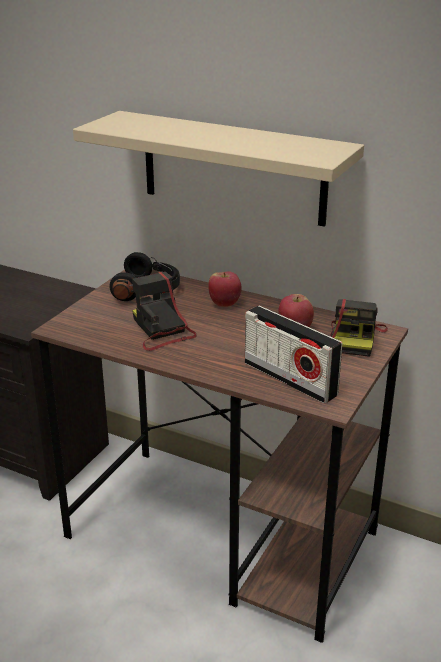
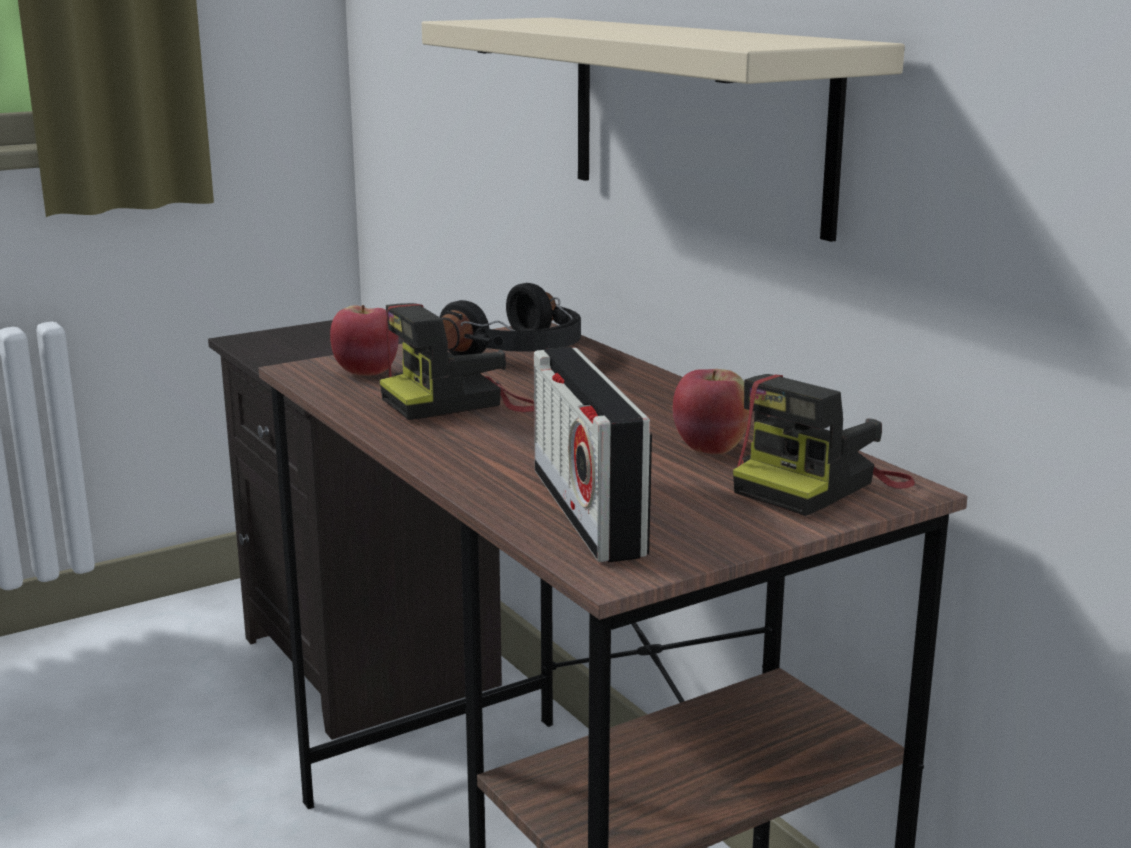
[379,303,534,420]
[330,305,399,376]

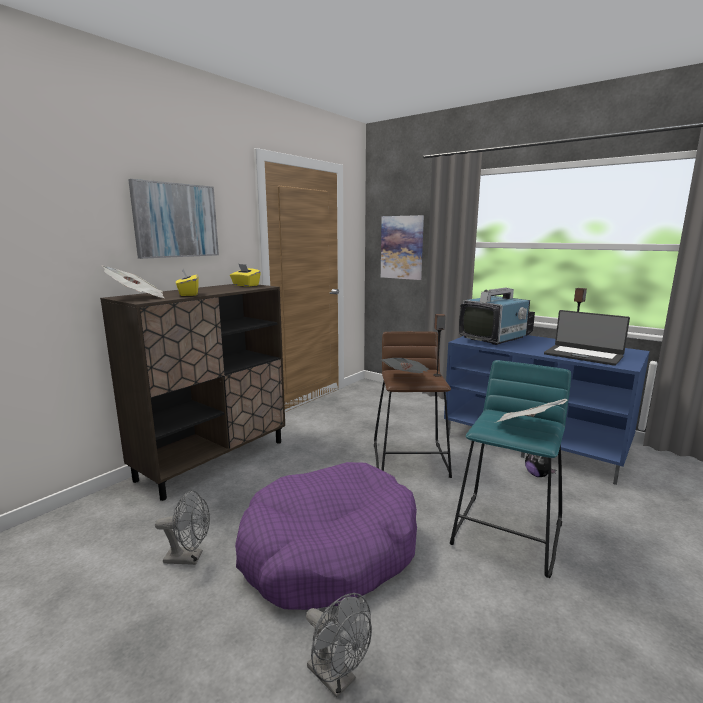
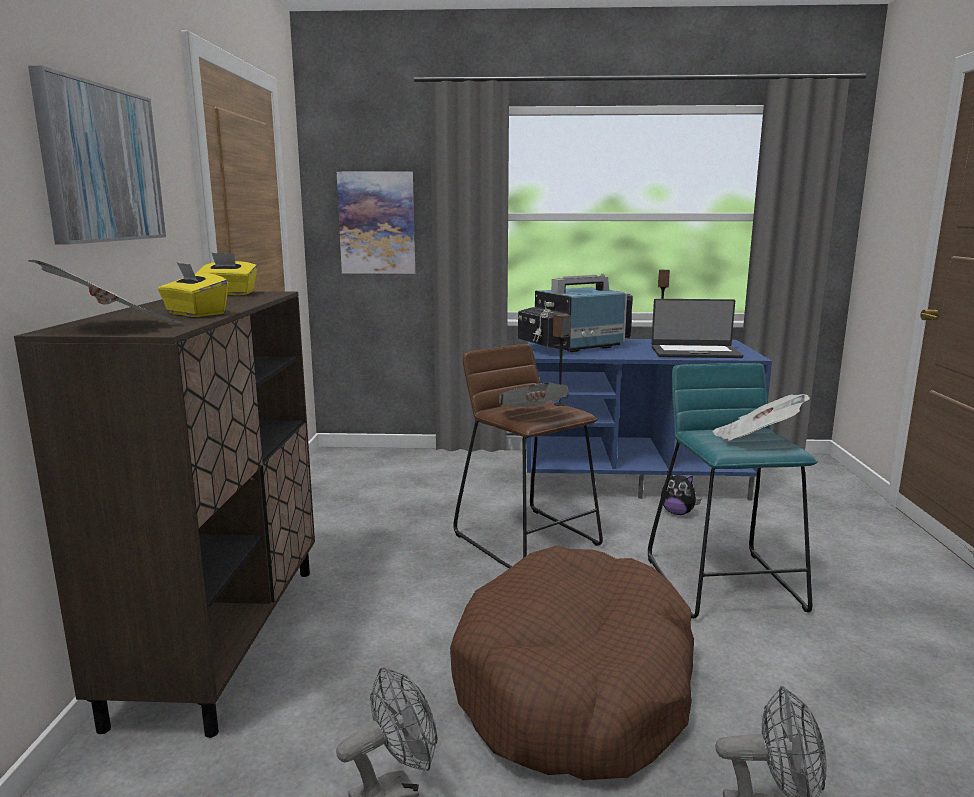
[450,546,694,780]
[518,274,633,352]

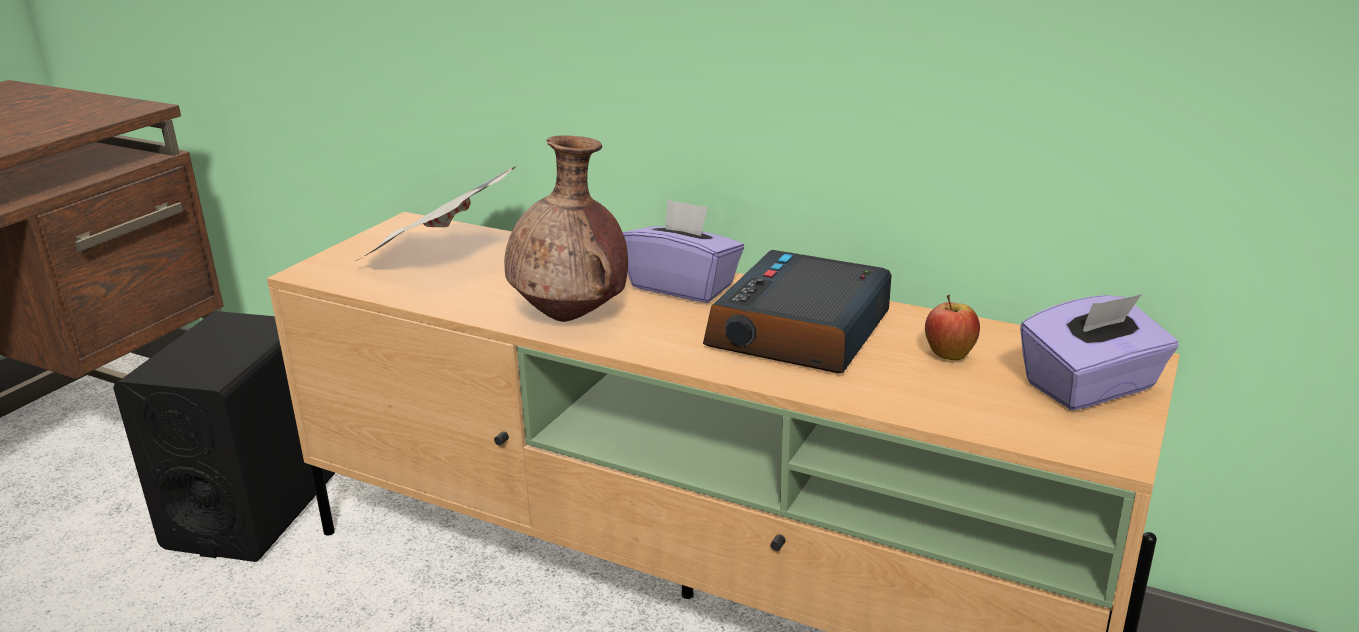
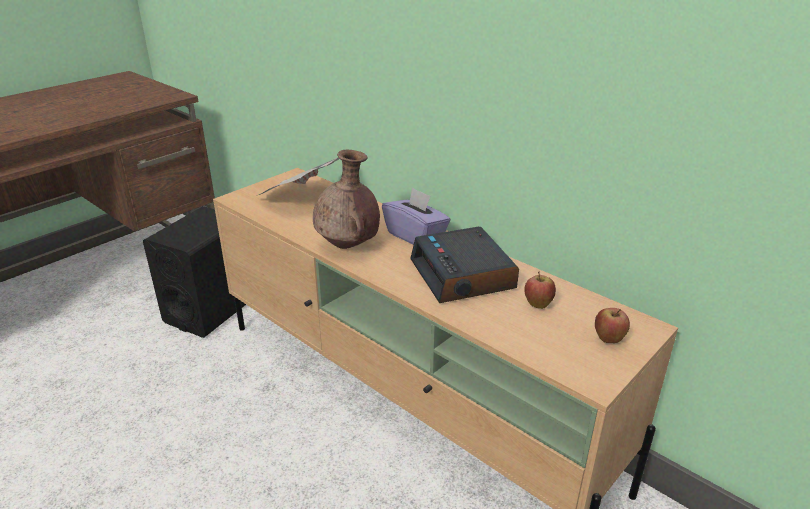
[410,227,519,303]
[595,308,630,343]

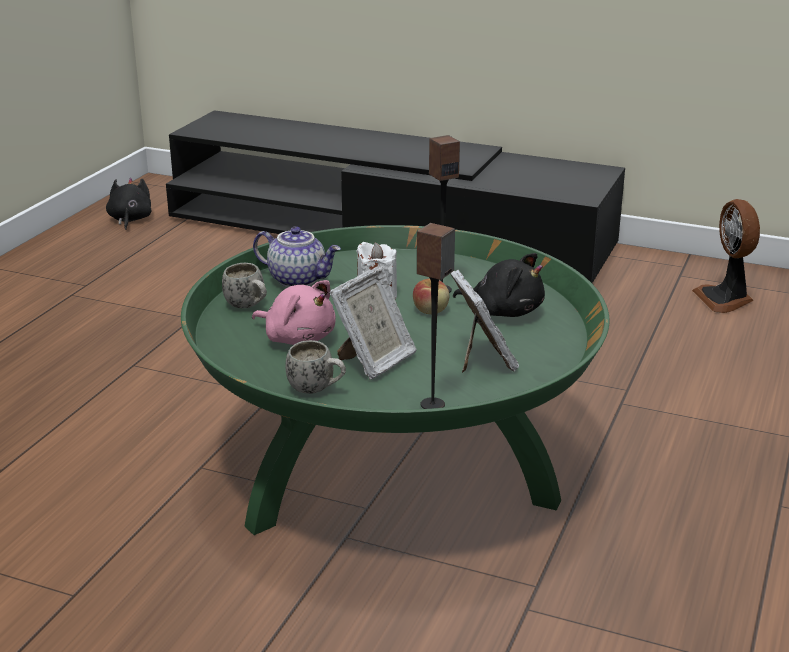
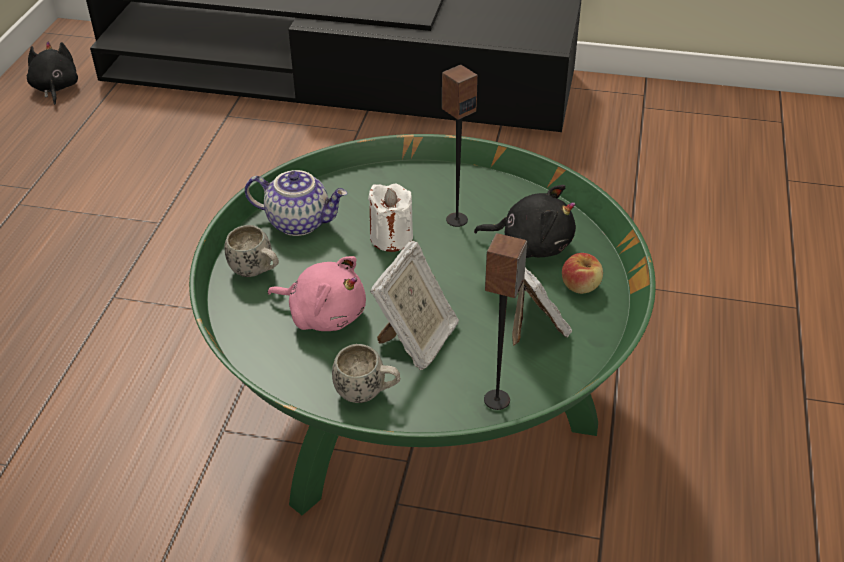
[562,253,603,294]
[692,199,760,313] (first image)

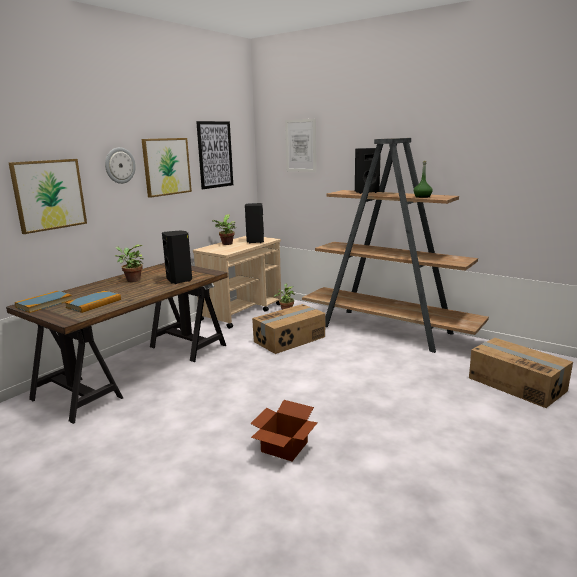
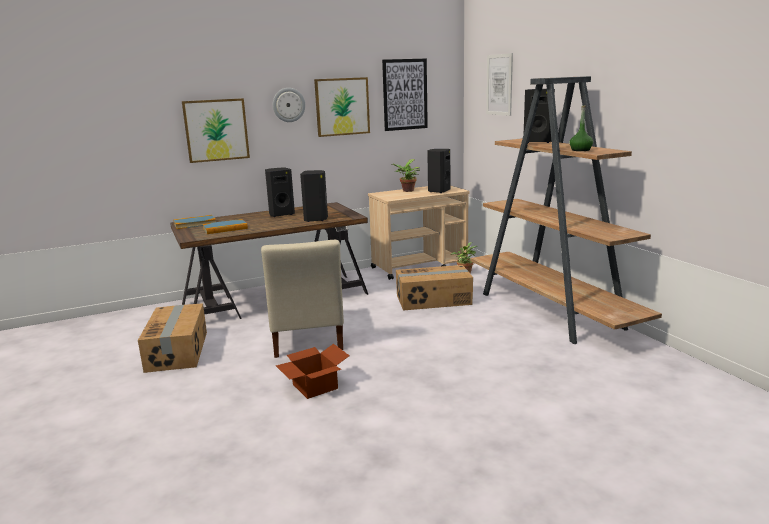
[265,168,295,217]
[138,303,207,373]
[261,240,344,358]

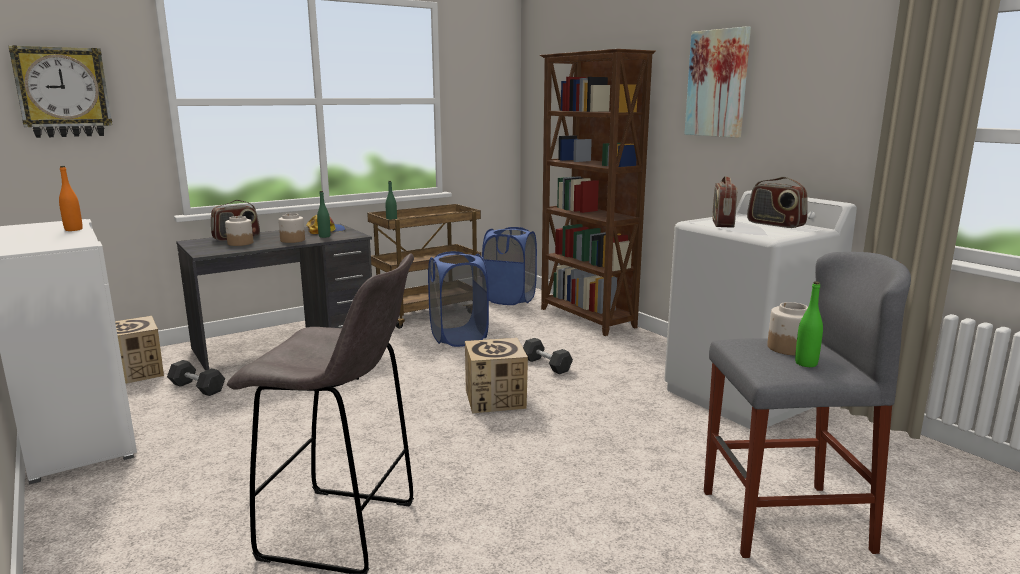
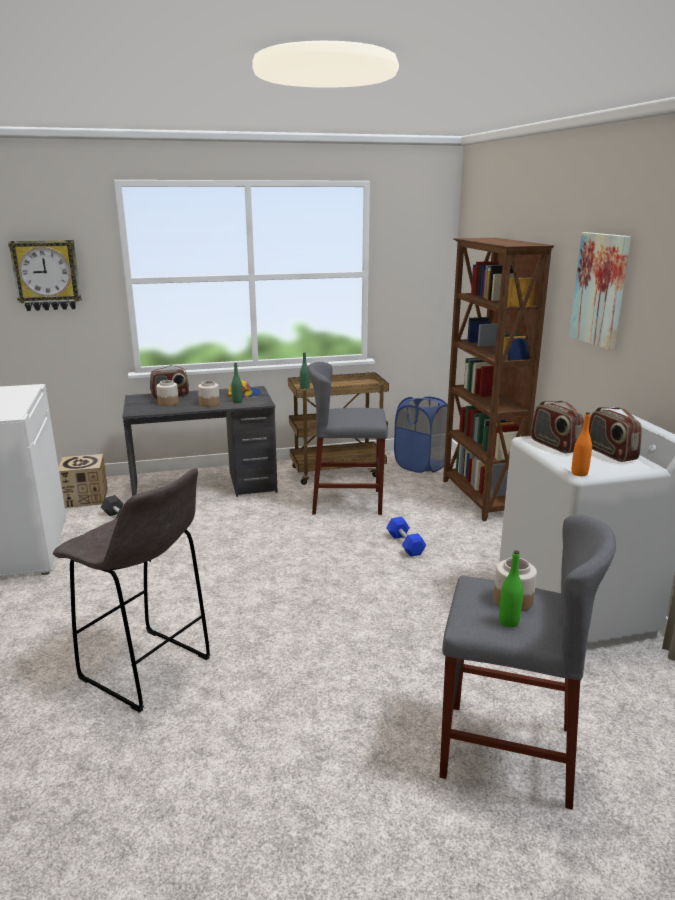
[572,412,592,476]
[308,362,388,515]
[465,338,528,413] (first image)
[386,517,426,557]
[531,401,584,454]

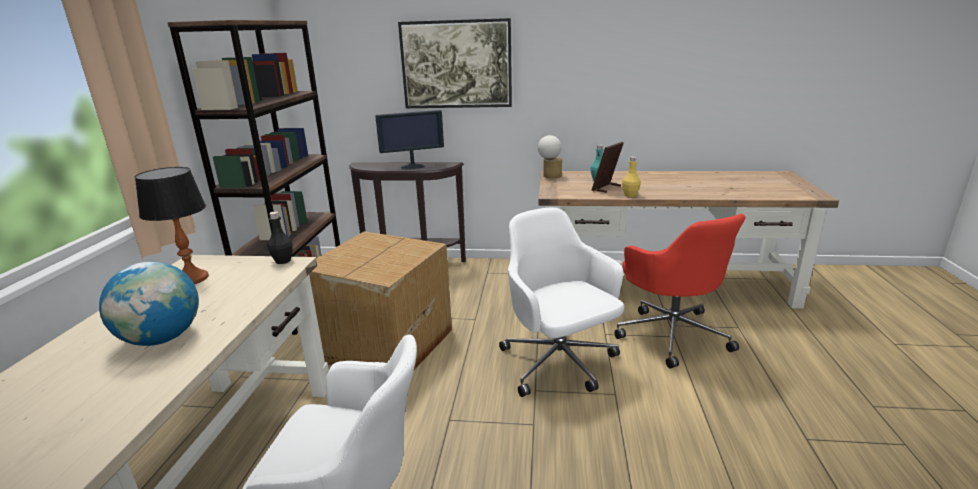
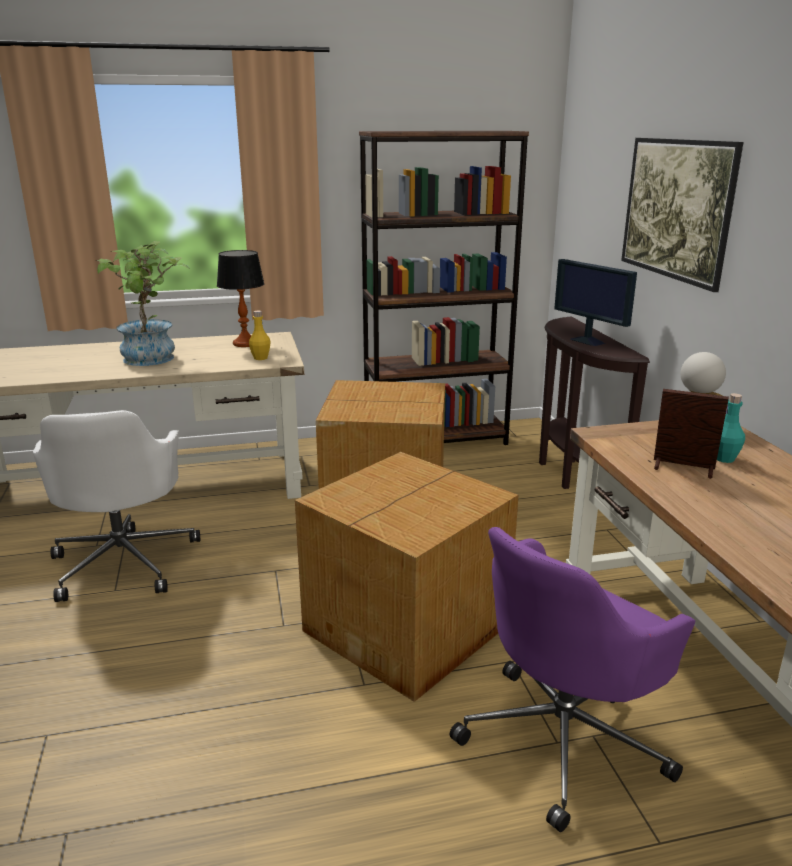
[96,241,190,366]
[267,211,293,264] (first image)
[295,452,518,702]
[450,527,695,832]
[249,311,271,360]

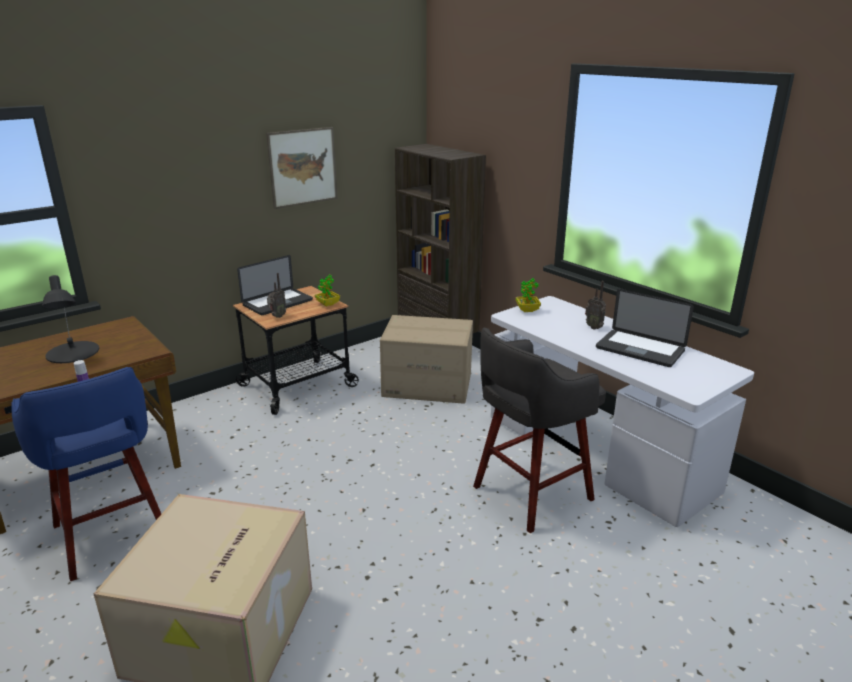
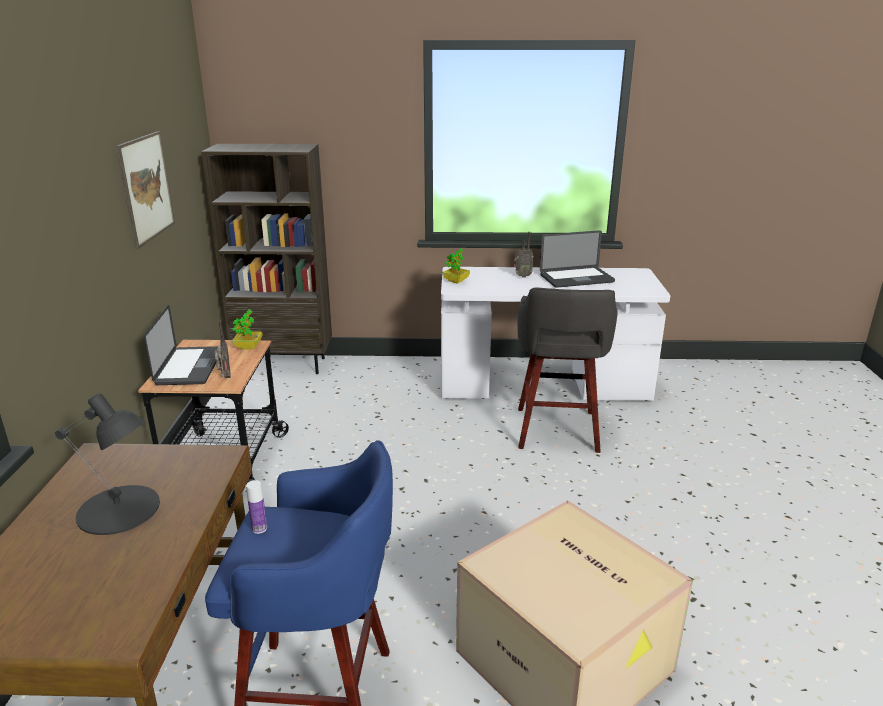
[380,315,473,404] (first image)

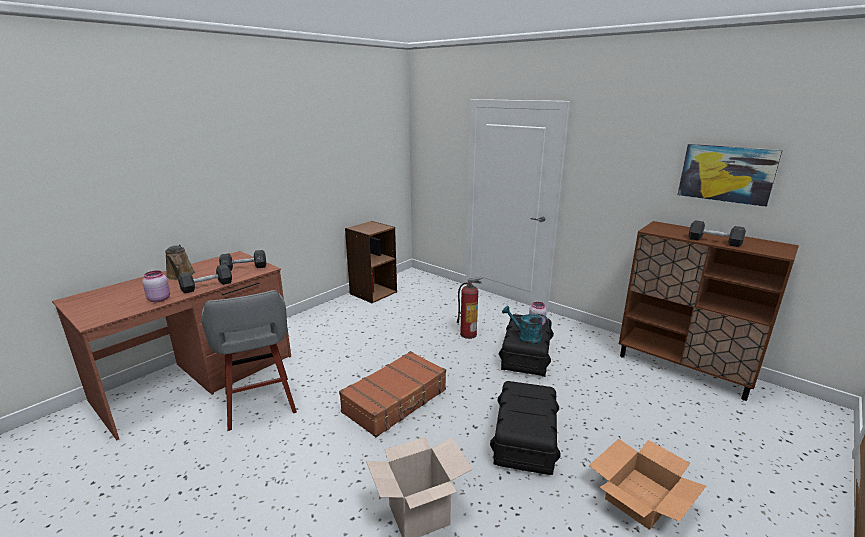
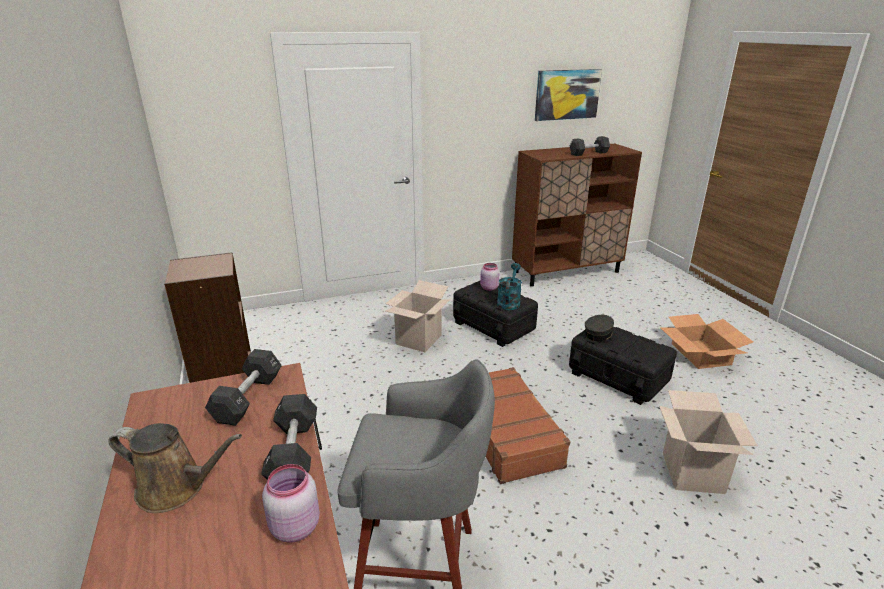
[385,280,450,352]
[497,263,522,310]
[585,315,616,341]

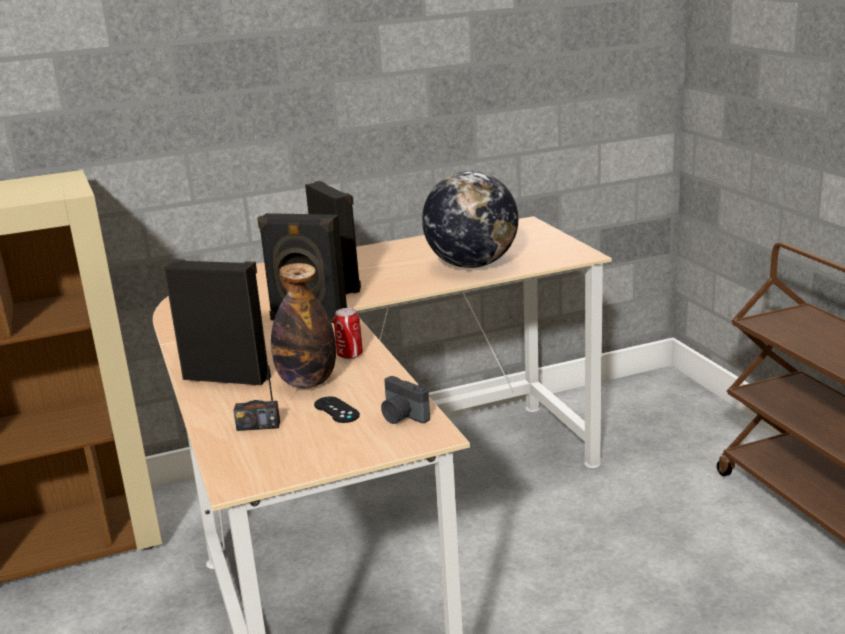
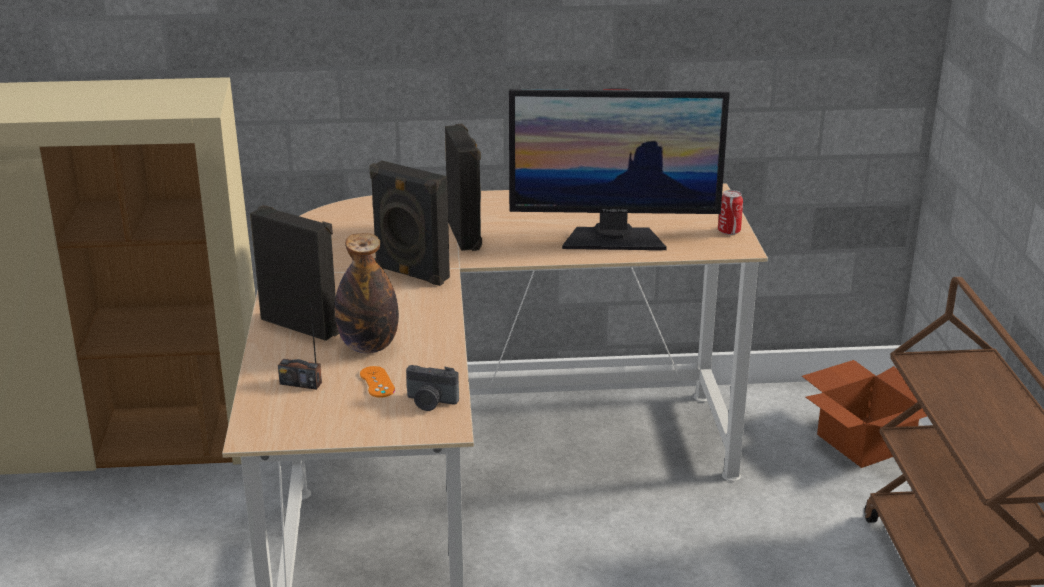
[360,366,395,398]
[718,190,743,235]
[406,365,459,411]
[509,88,730,250]
[802,360,927,468]

